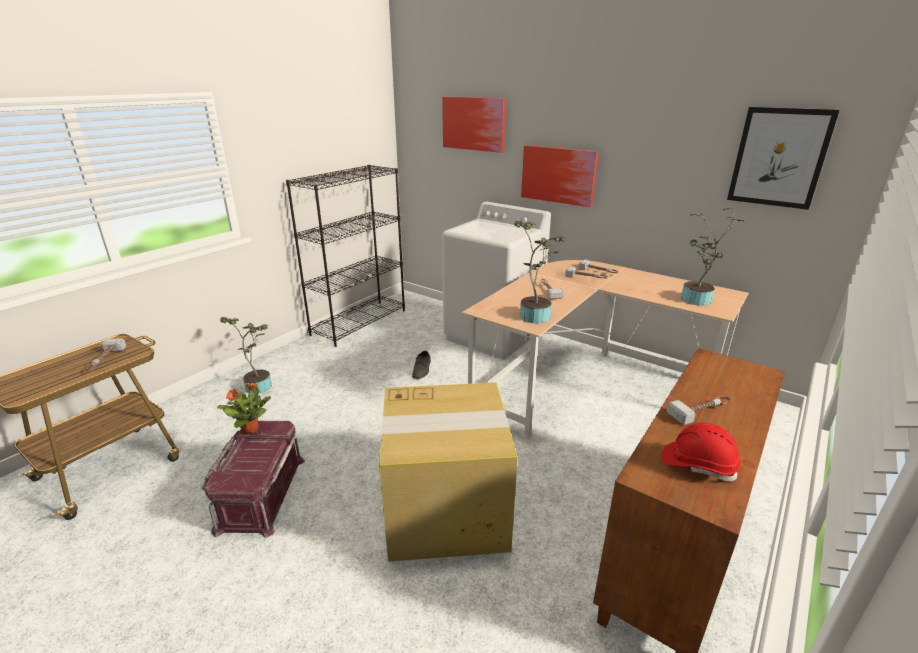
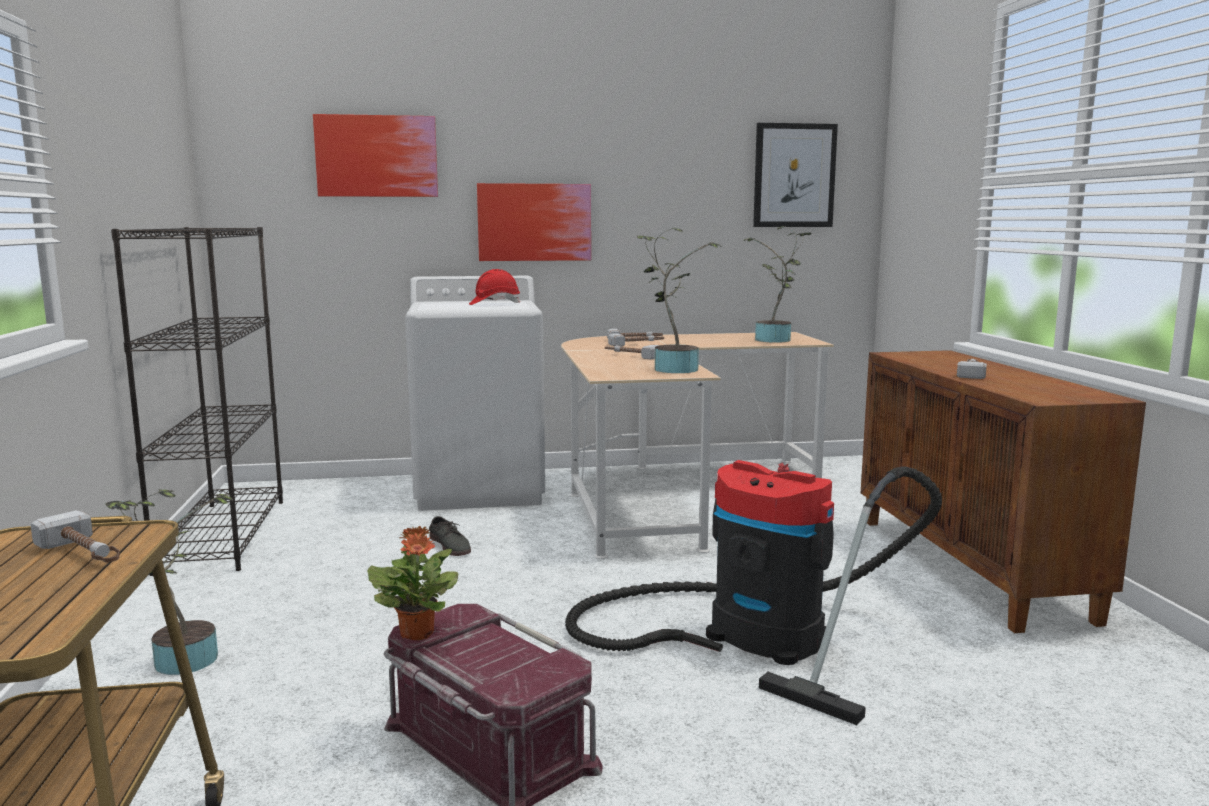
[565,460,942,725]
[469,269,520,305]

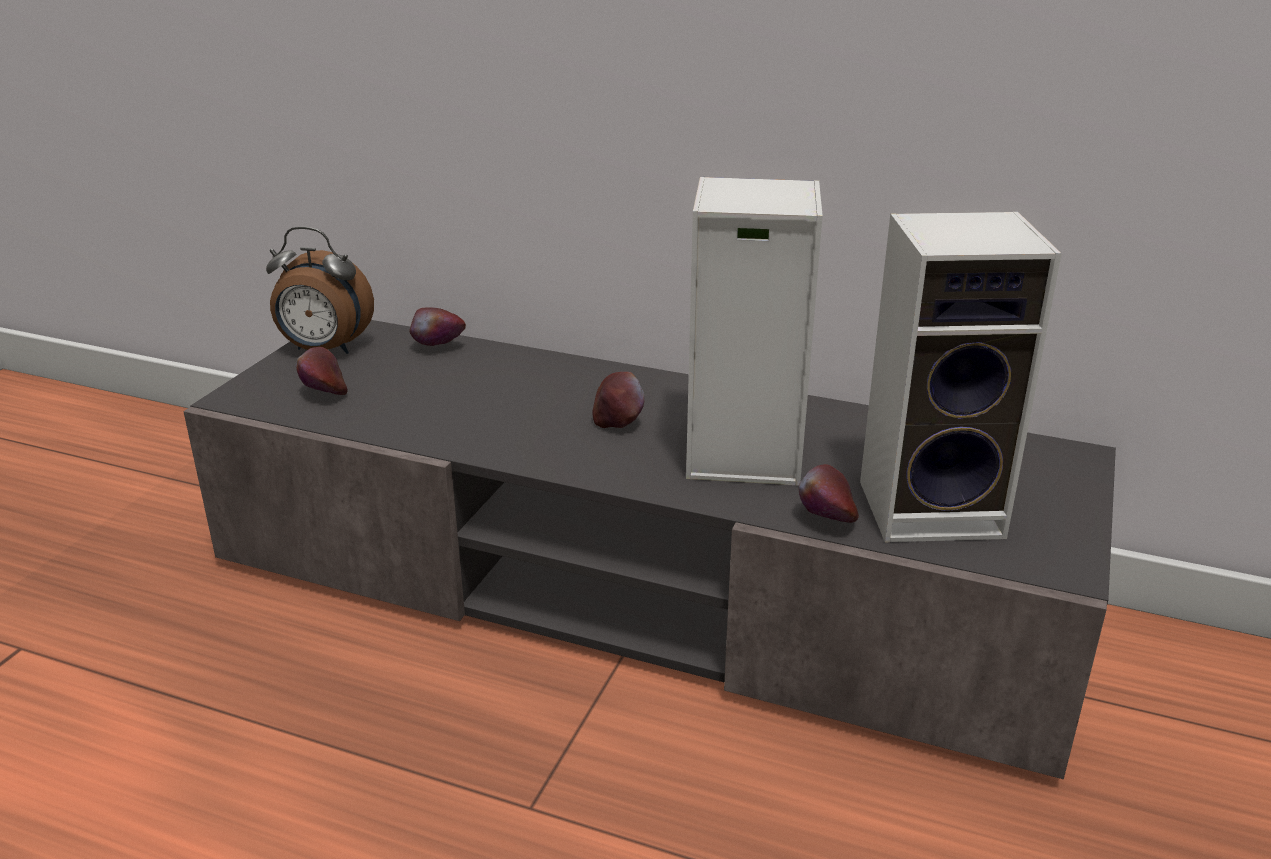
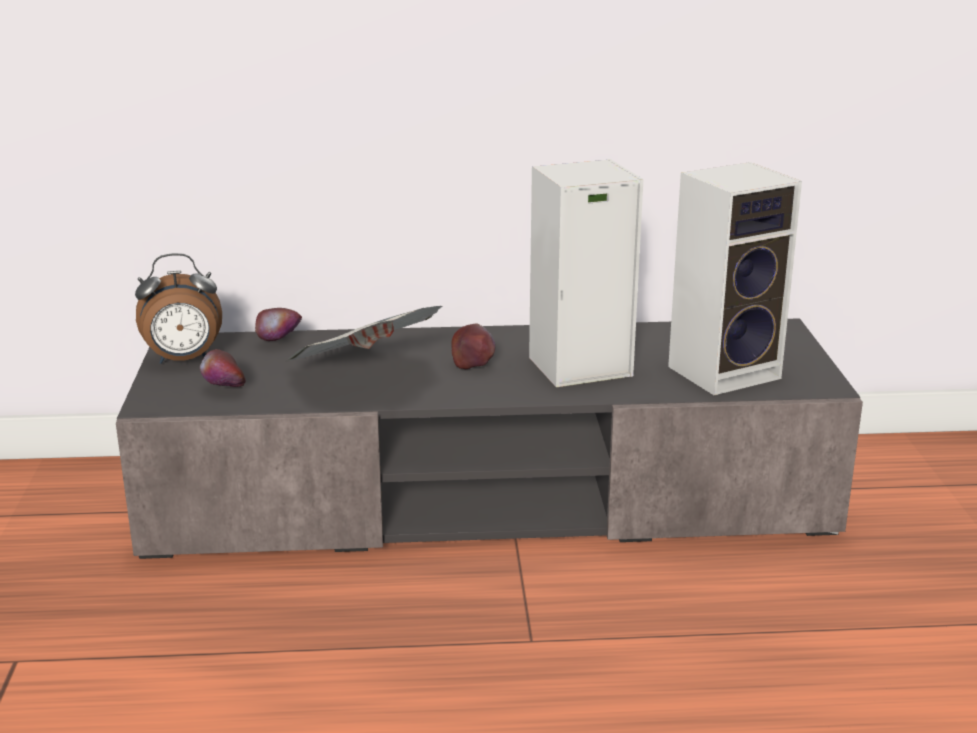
[798,464,859,523] (first image)
[285,306,443,362]

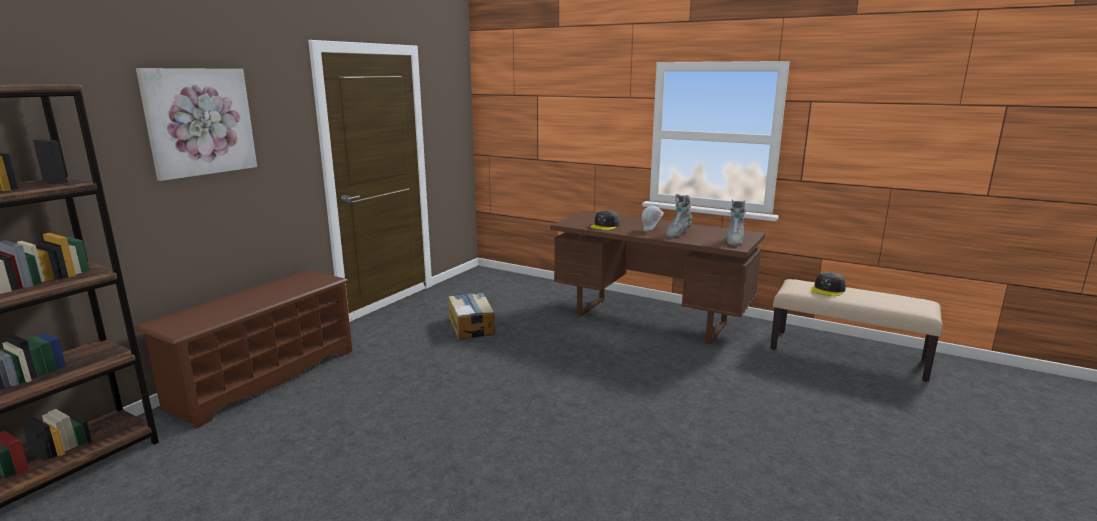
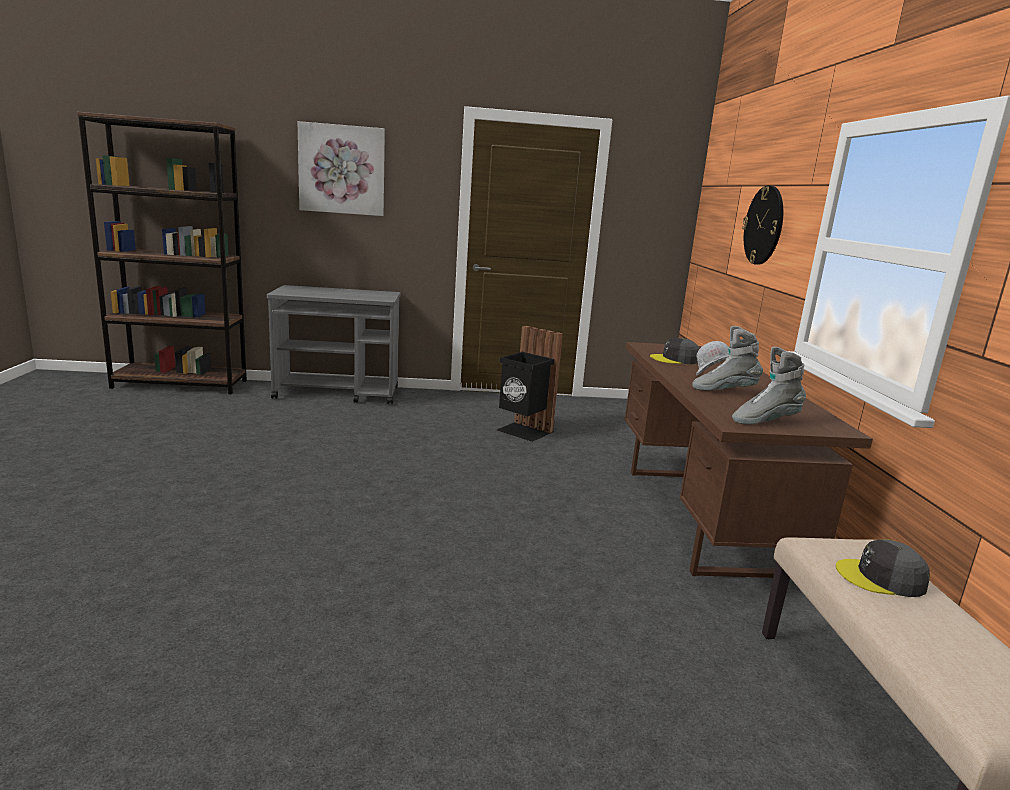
[267,285,401,404]
[497,326,563,442]
[742,186,783,265]

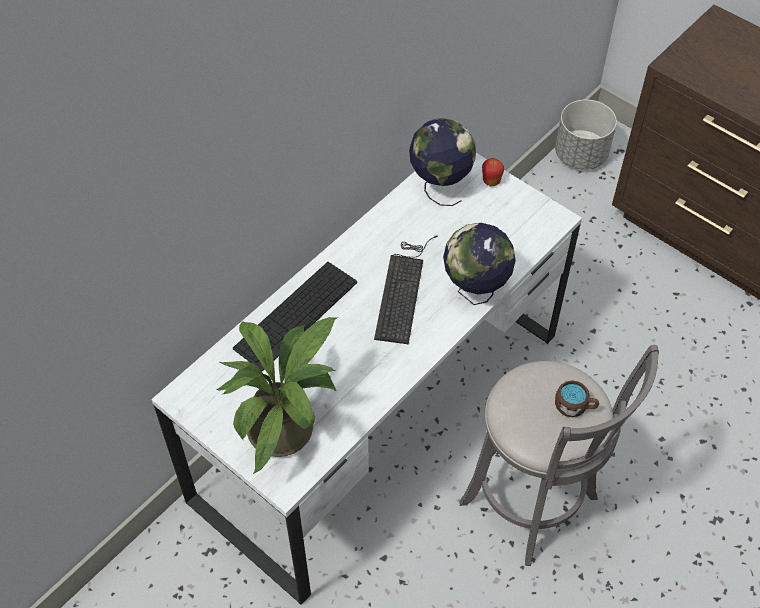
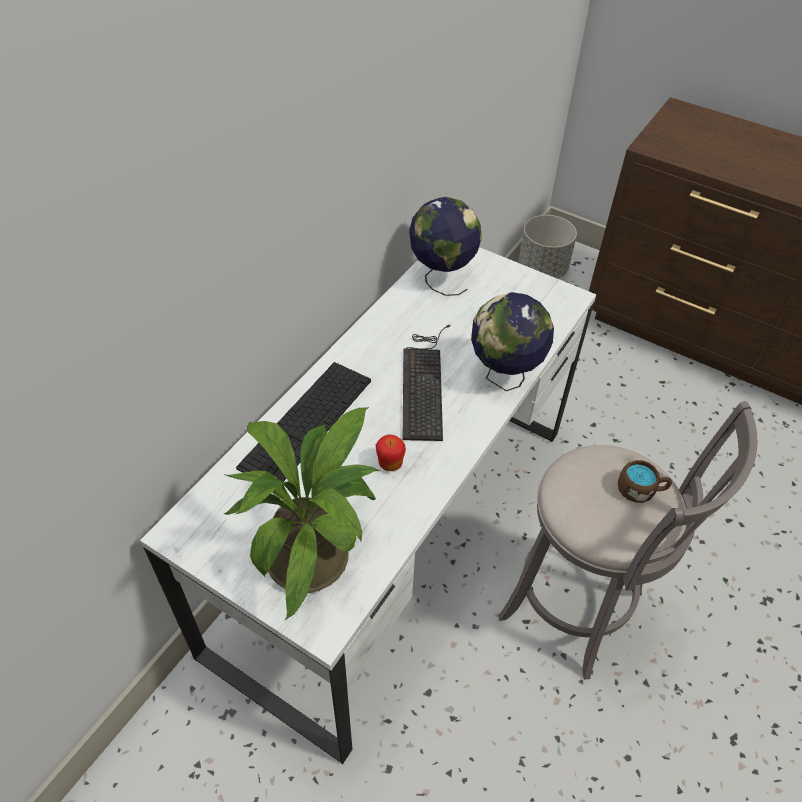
[376,434,406,471]

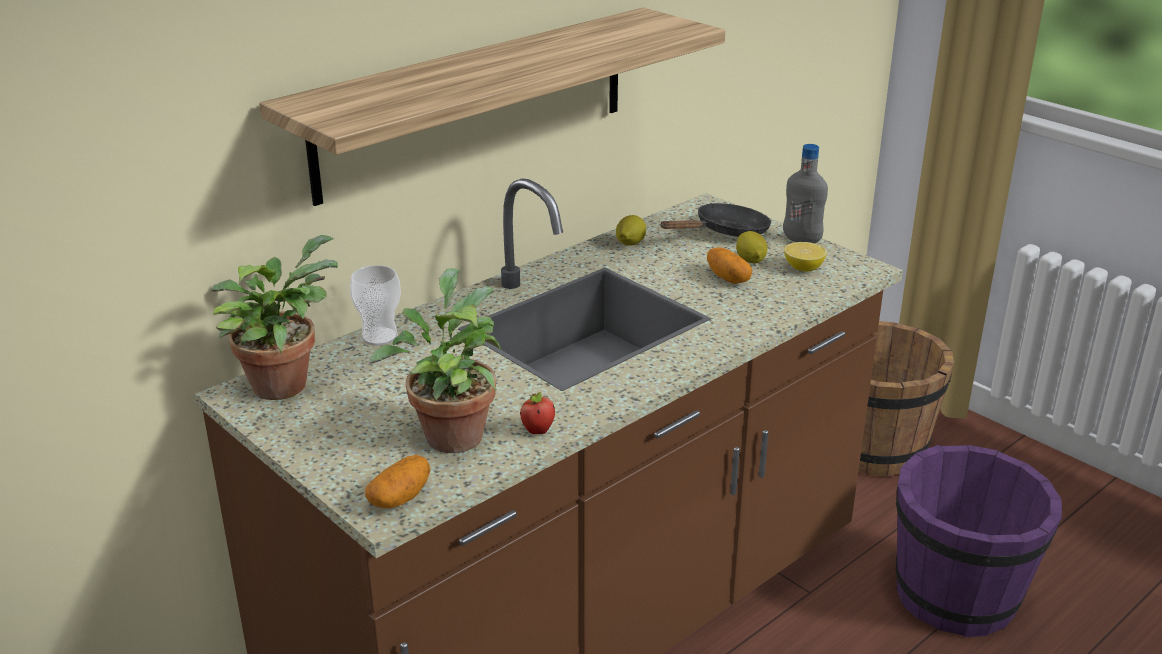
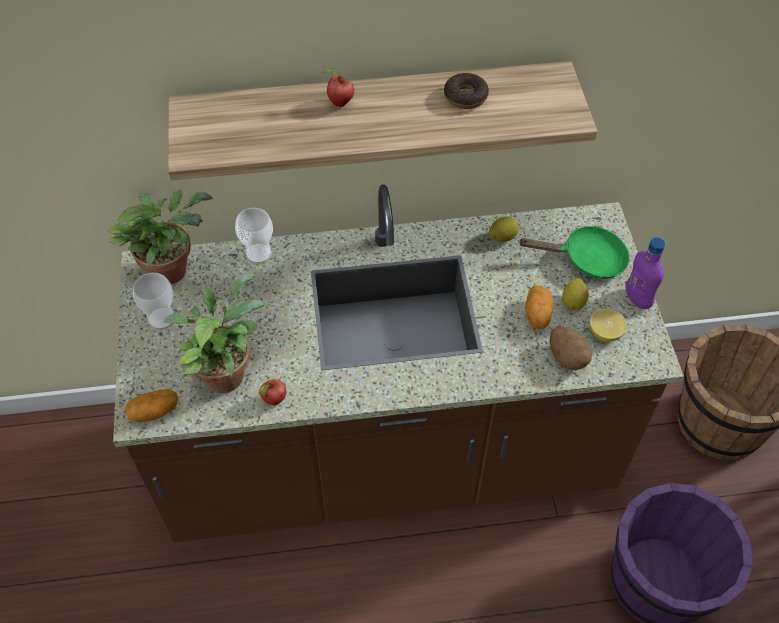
[518,226,630,279]
[626,237,665,309]
[133,273,174,330]
[322,69,354,107]
[444,73,489,109]
[549,326,592,370]

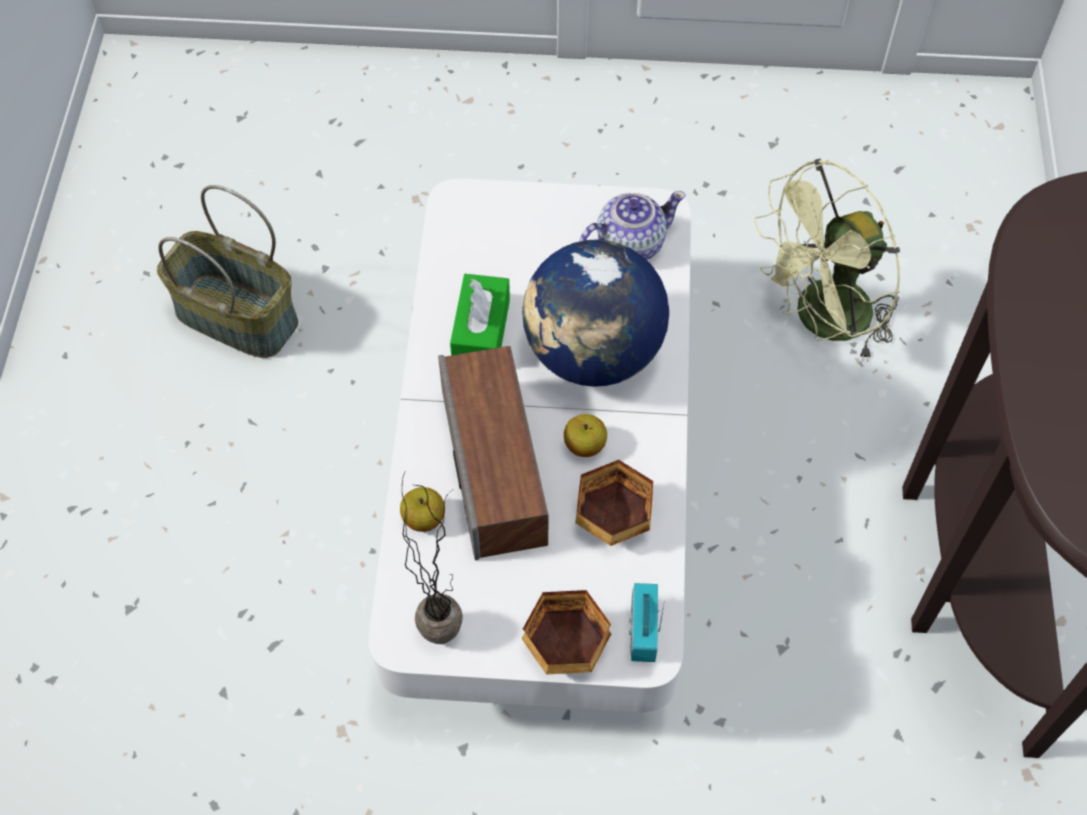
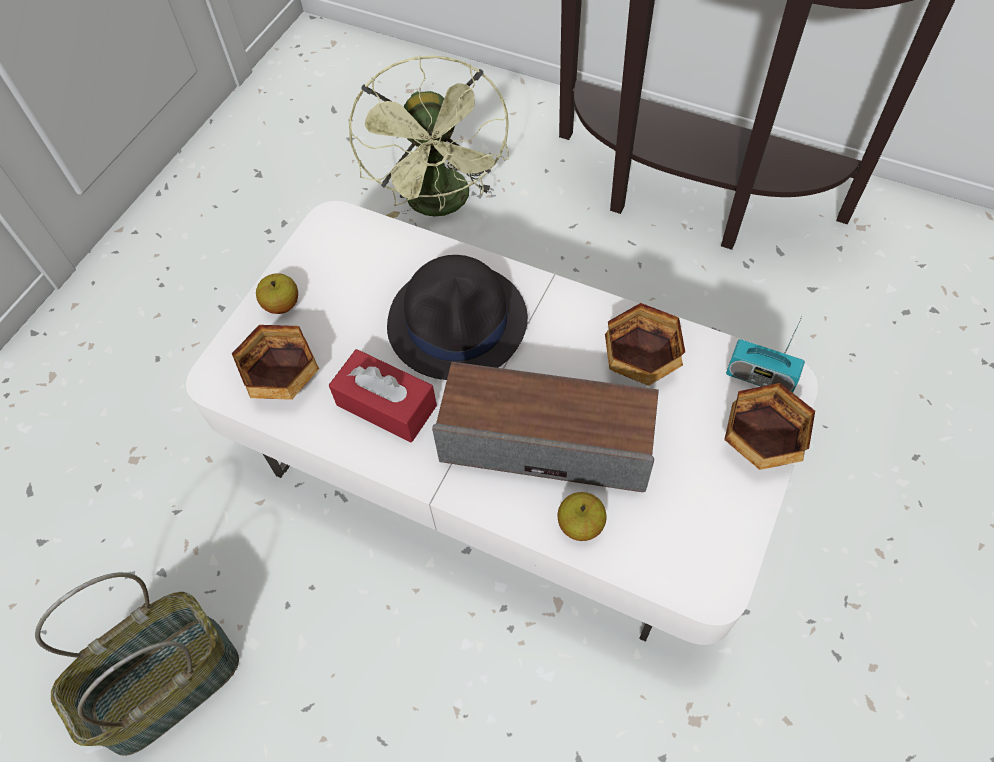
[402,472,463,644] (first image)
[329,349,437,442]
[387,255,528,380]
[256,273,298,314]
[579,191,686,260] (first image)
[232,325,319,400]

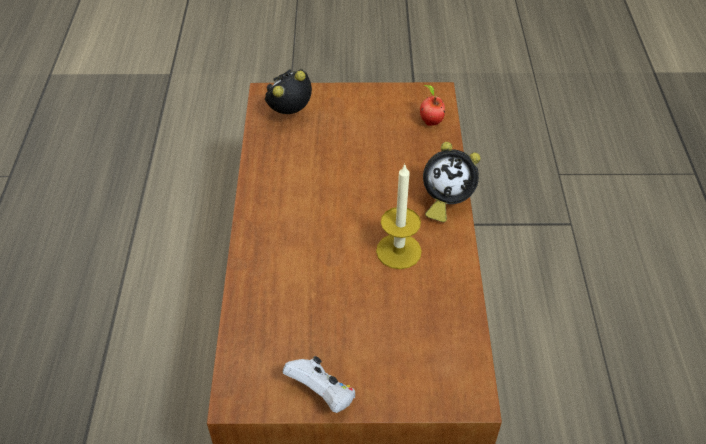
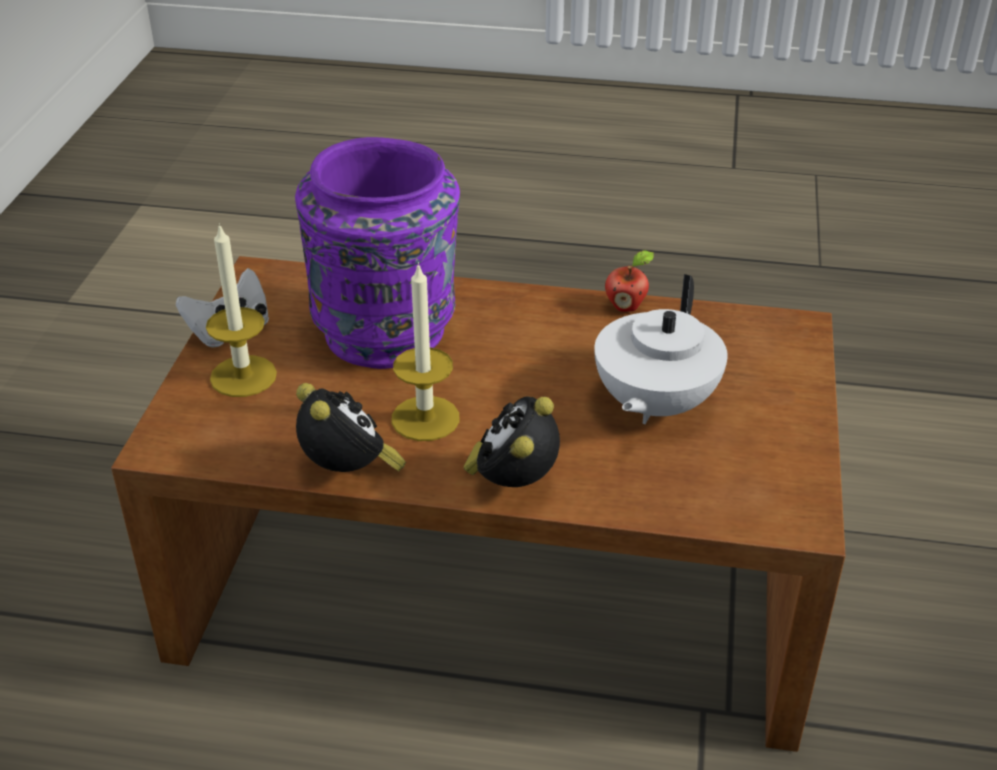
[296,383,406,472]
[605,251,654,312]
[206,223,277,397]
[295,137,460,369]
[594,274,728,424]

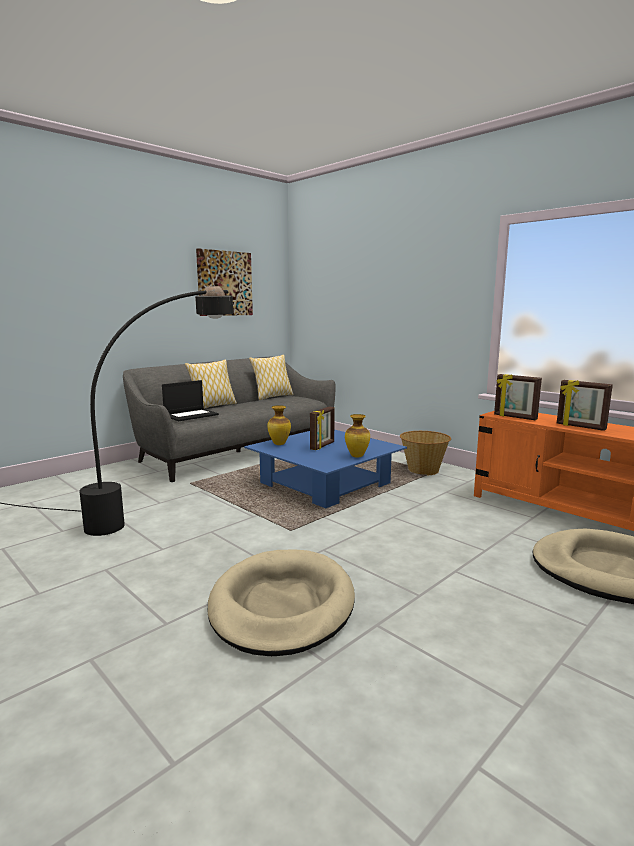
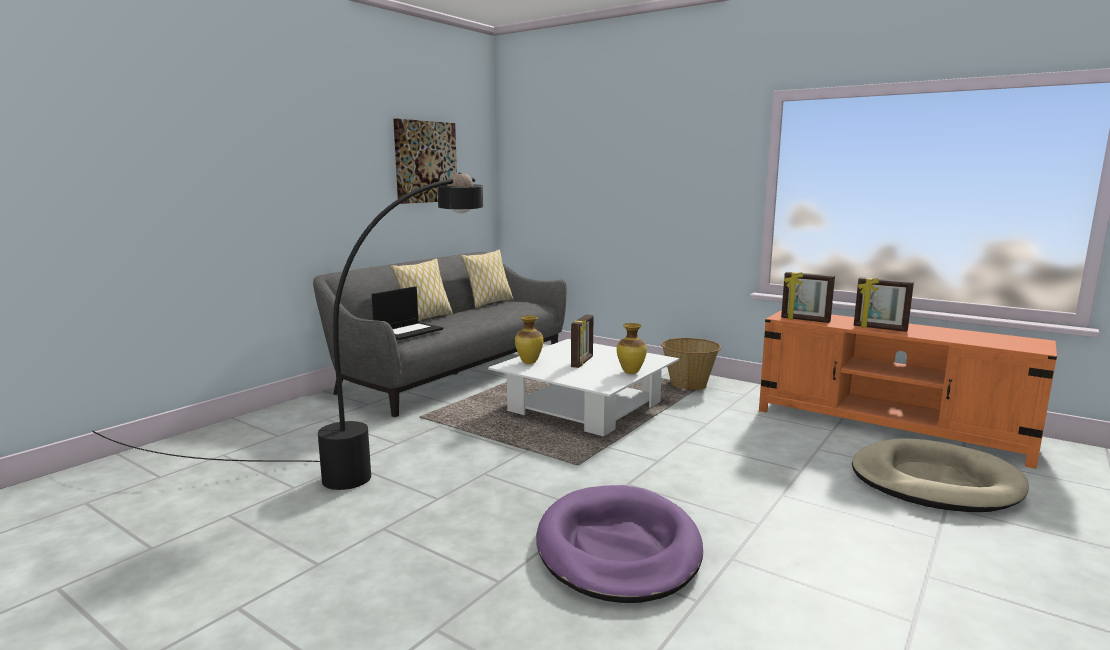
[536,485,703,603]
[488,339,679,436]

